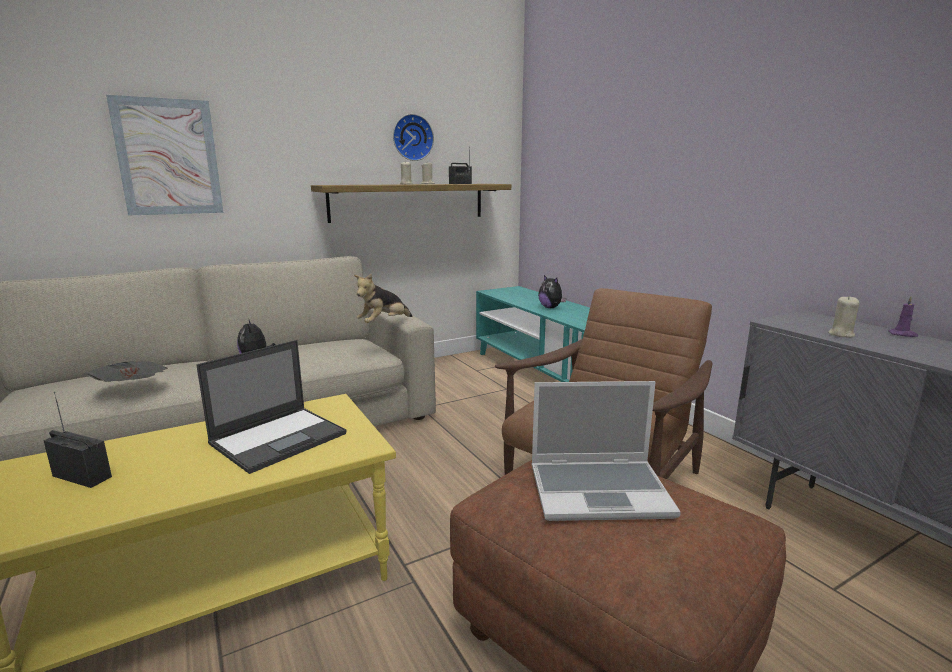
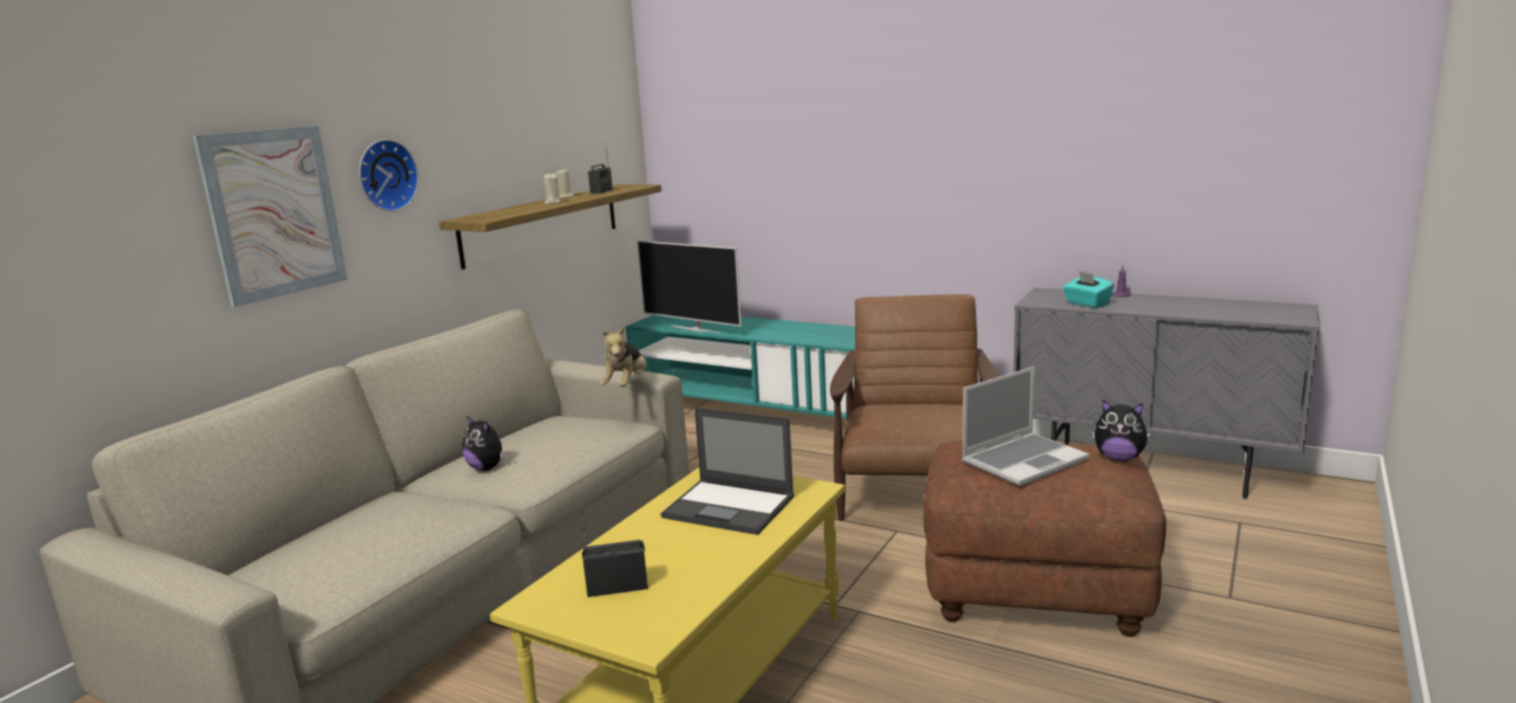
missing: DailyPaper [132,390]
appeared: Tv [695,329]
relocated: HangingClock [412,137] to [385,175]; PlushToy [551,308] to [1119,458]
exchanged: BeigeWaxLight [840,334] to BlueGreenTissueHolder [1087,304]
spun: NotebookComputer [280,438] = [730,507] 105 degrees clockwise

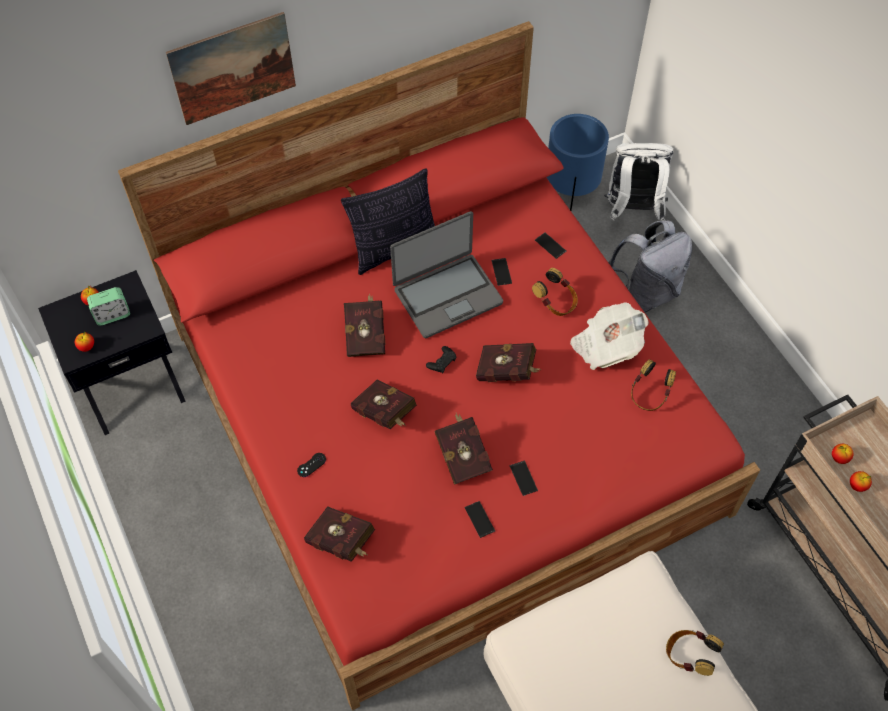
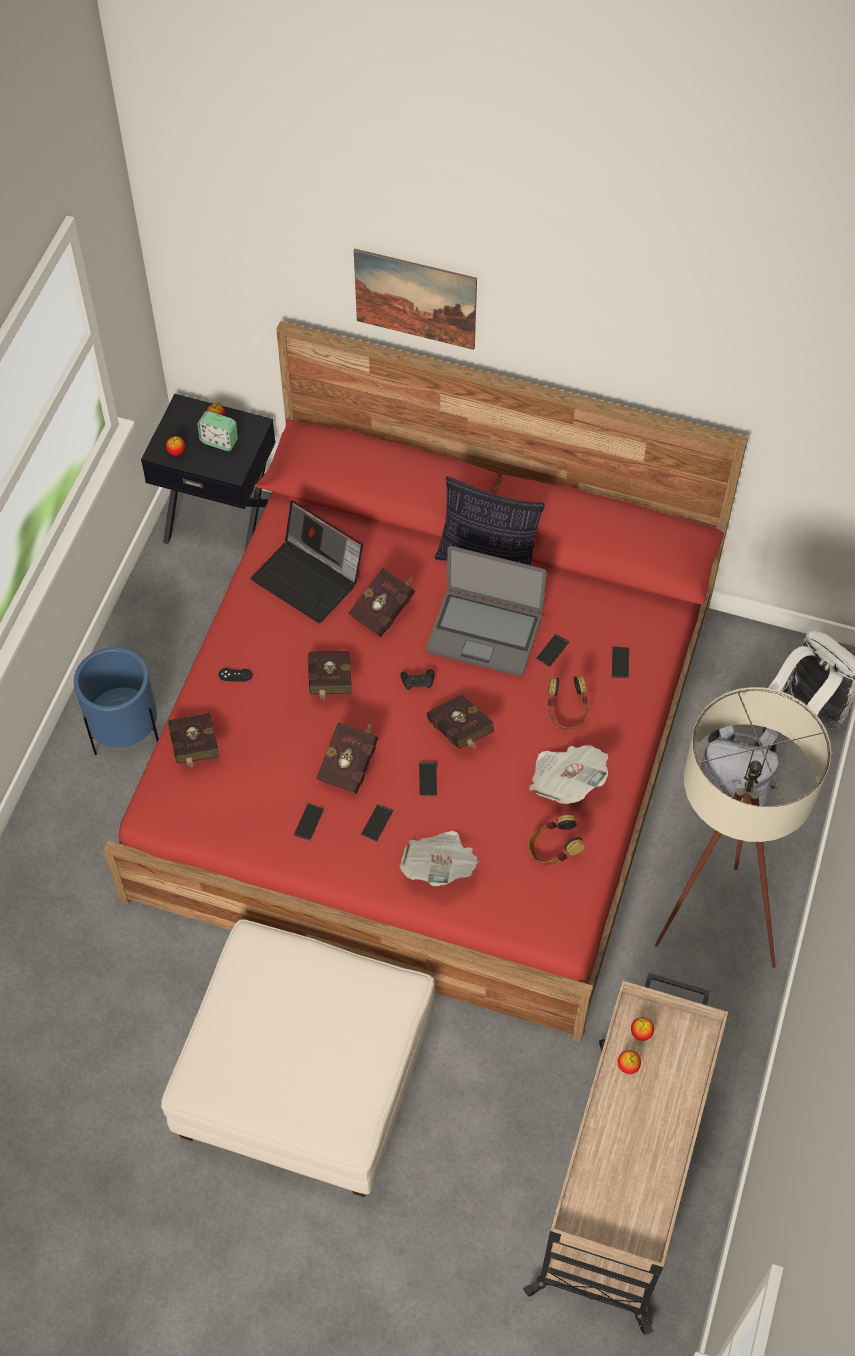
missing: PairOfHeadphones [688,656]
appeared: NotebookComputer [309,579]; DailyPaper [439,867]; Handset [428,779]; BeigeFloorLamp [707,929]
relocated: BlueFlowerPot [571,192] to [125,734]

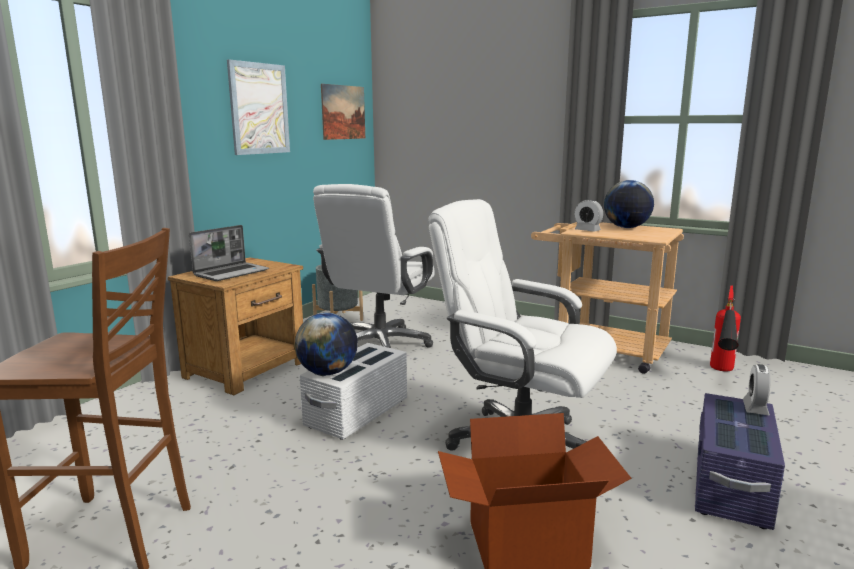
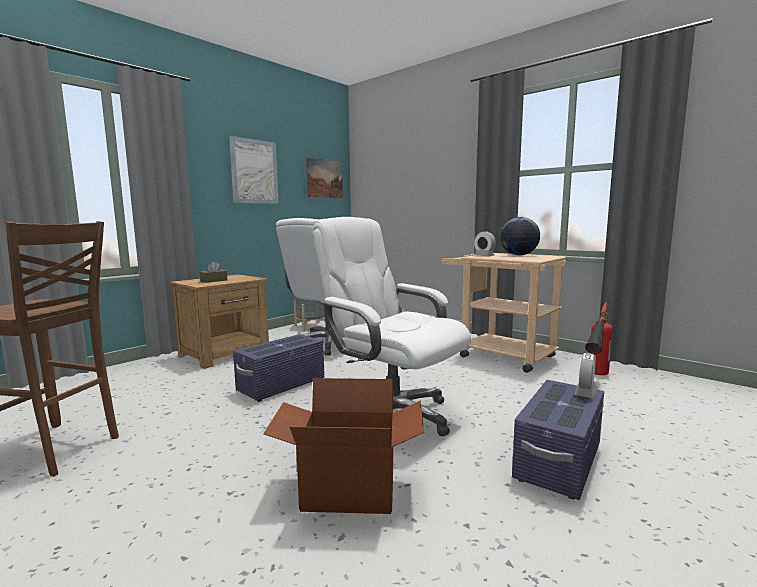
missing: Globe [328,372]
exchanged: NotebookComputer [232,273] to BrownTissueHolder [214,281]
colour: WhitishStorageBin [356,413] to PurpleStorageBin [281,385]

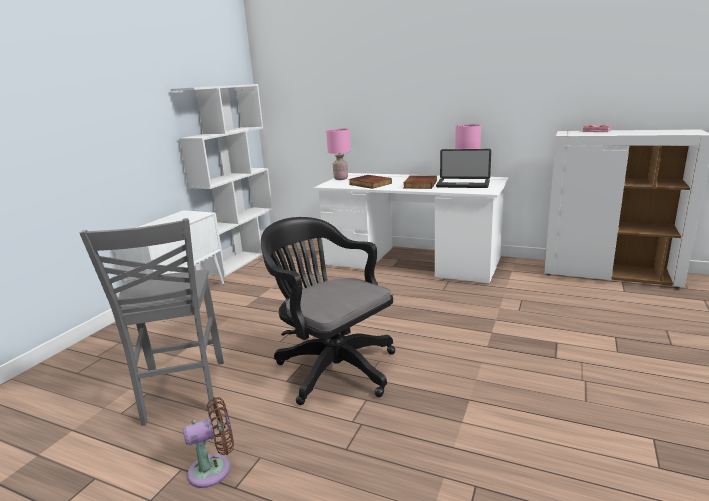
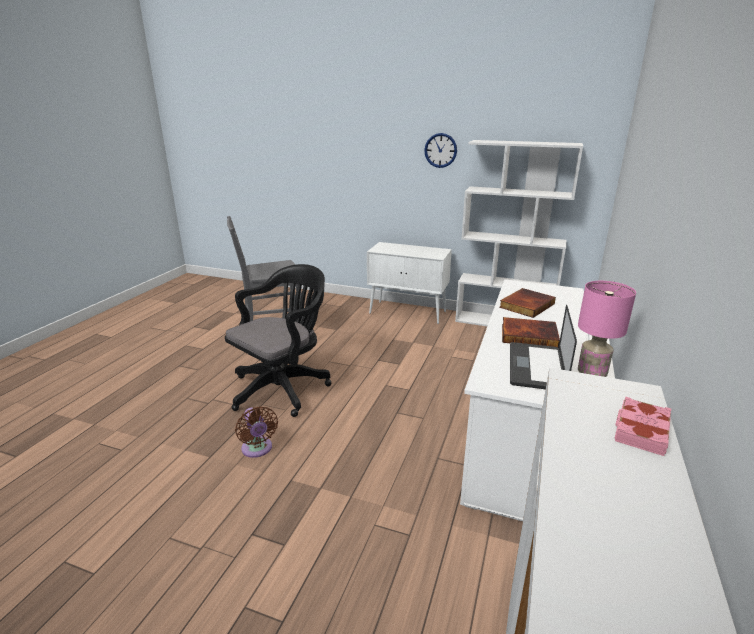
missing: PinkLampForATable [340,179]
appeared: HangingClock [440,150]
relocated: BrownElectricFan [214,469] to [257,449]

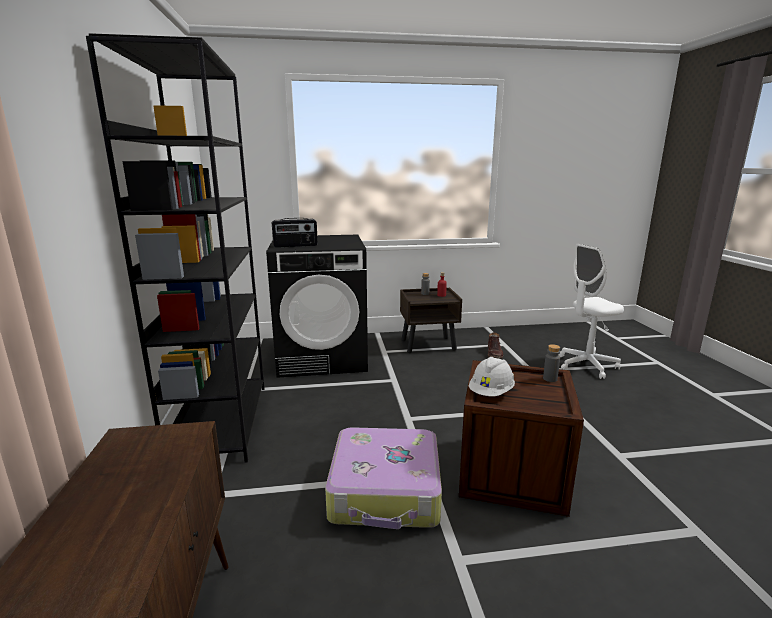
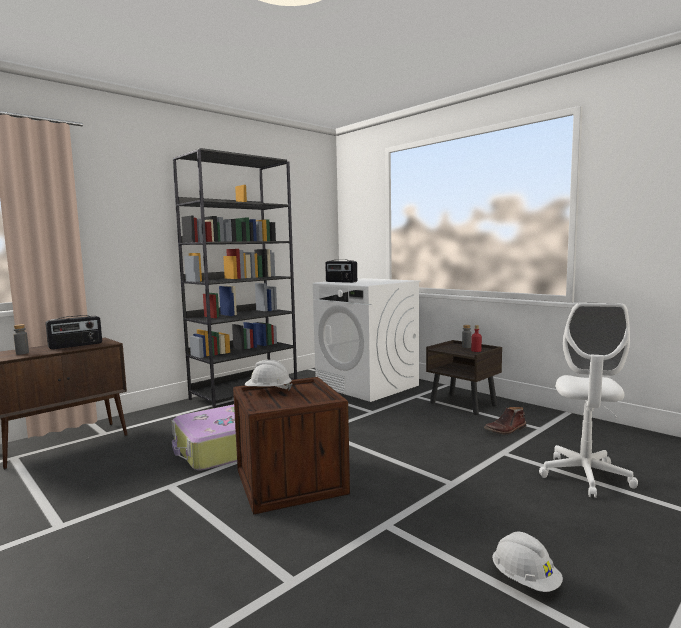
appeared: RadioSet [76,345]; WhitishWorkHelmet [525,580]
relocated: GrayBottle [550,379] to [22,353]
colour: BlackColouredWashingMachine [323,357] to WhitishWashingMachine [367,385]
spun: WhitishComputerChair [586,366] = [585,476] 105 degrees counterclockwise

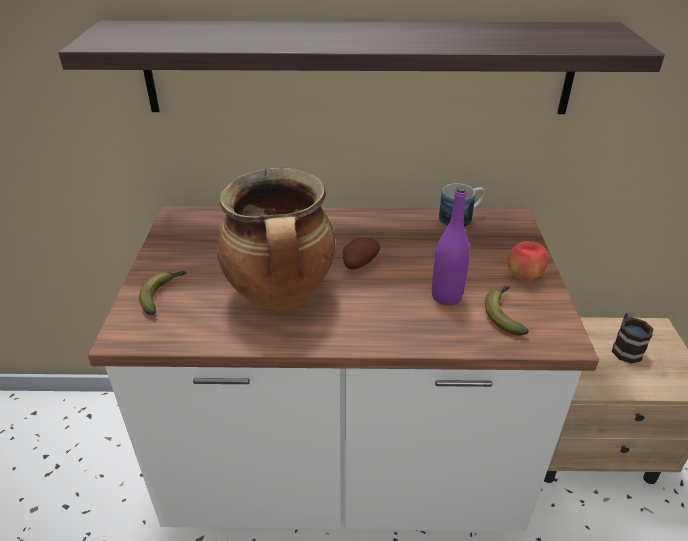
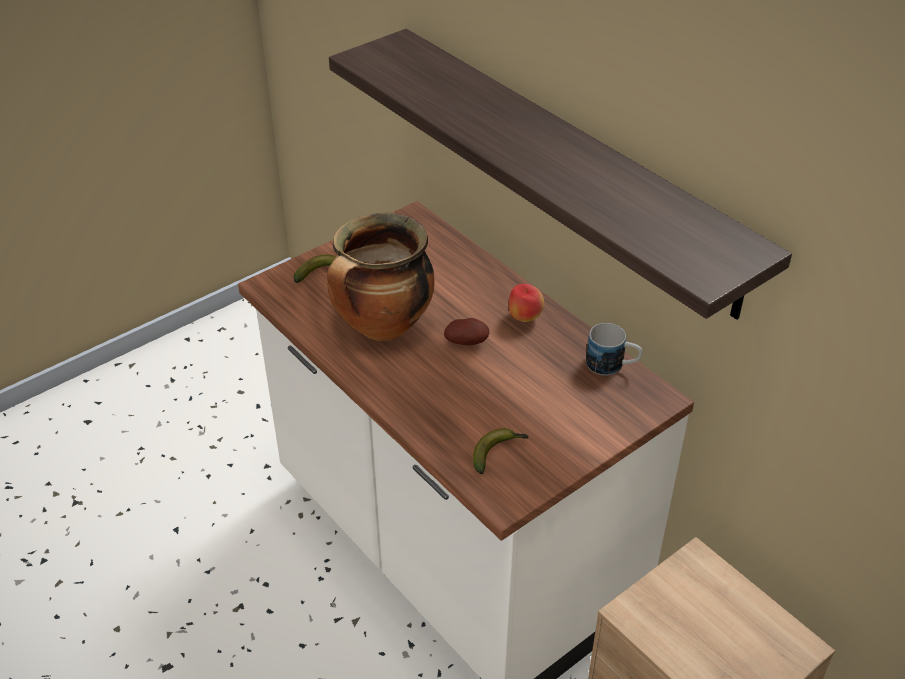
missing: PurpleBottle [446,296]; TeaMug [625,347]
relocated: WholeApple [523,277] to [524,317]

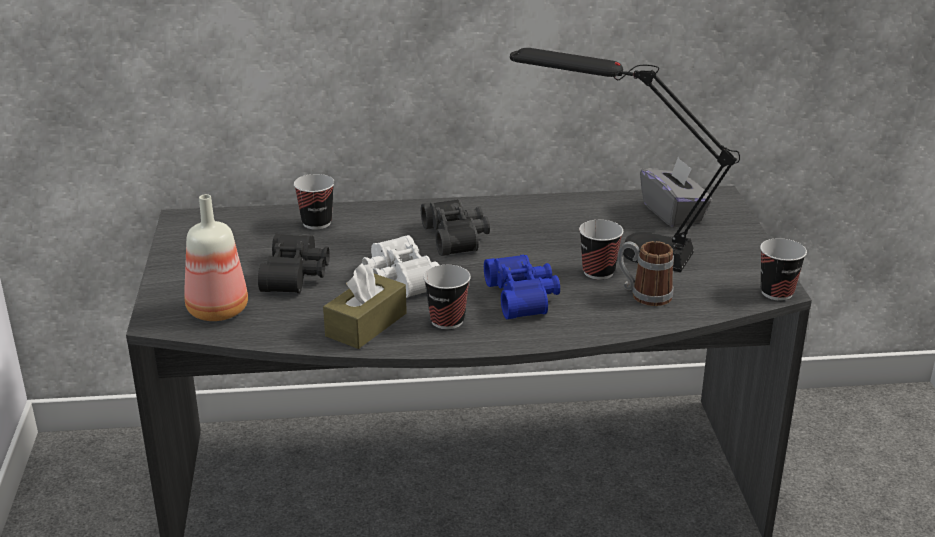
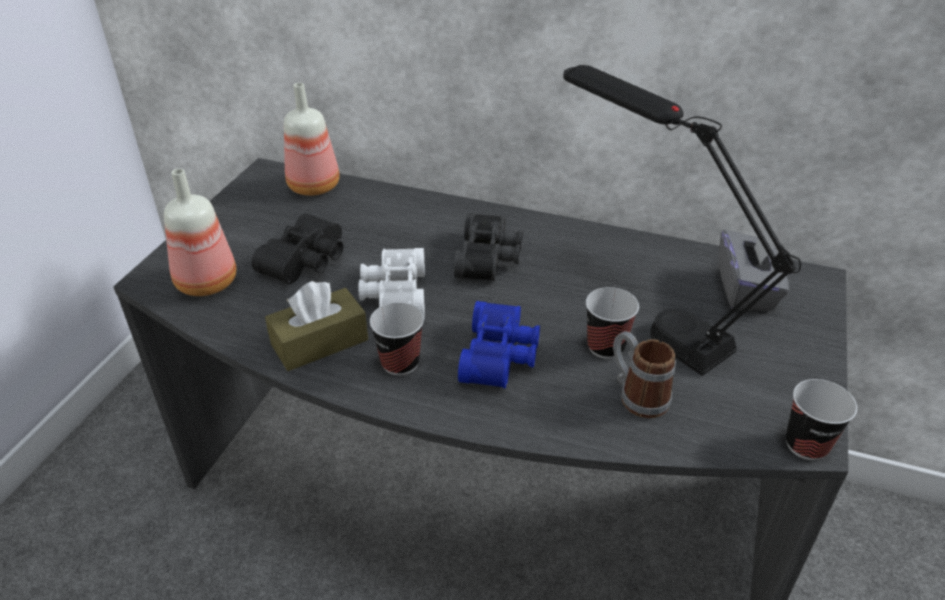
missing: SmallCup [316,223]
appeared: Bottle [314,185]

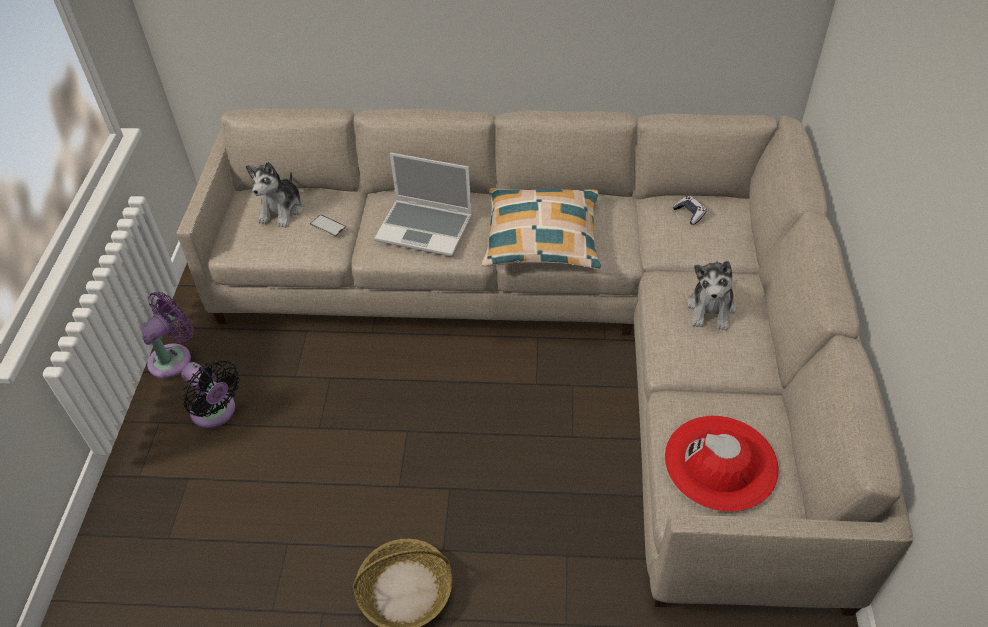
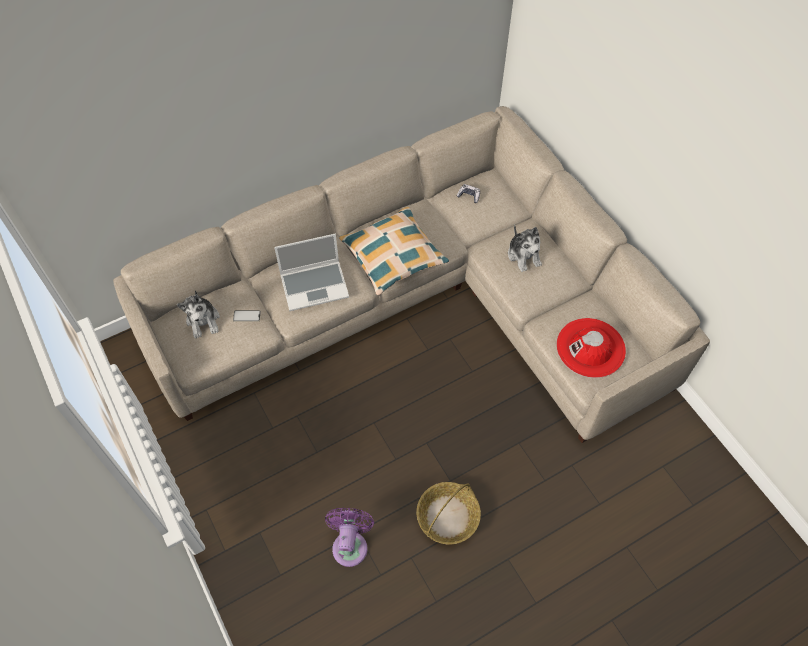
missing: BlackColouredElectricFan [216,413]
relocated: PurpleElectricFan [173,358] to [350,544]

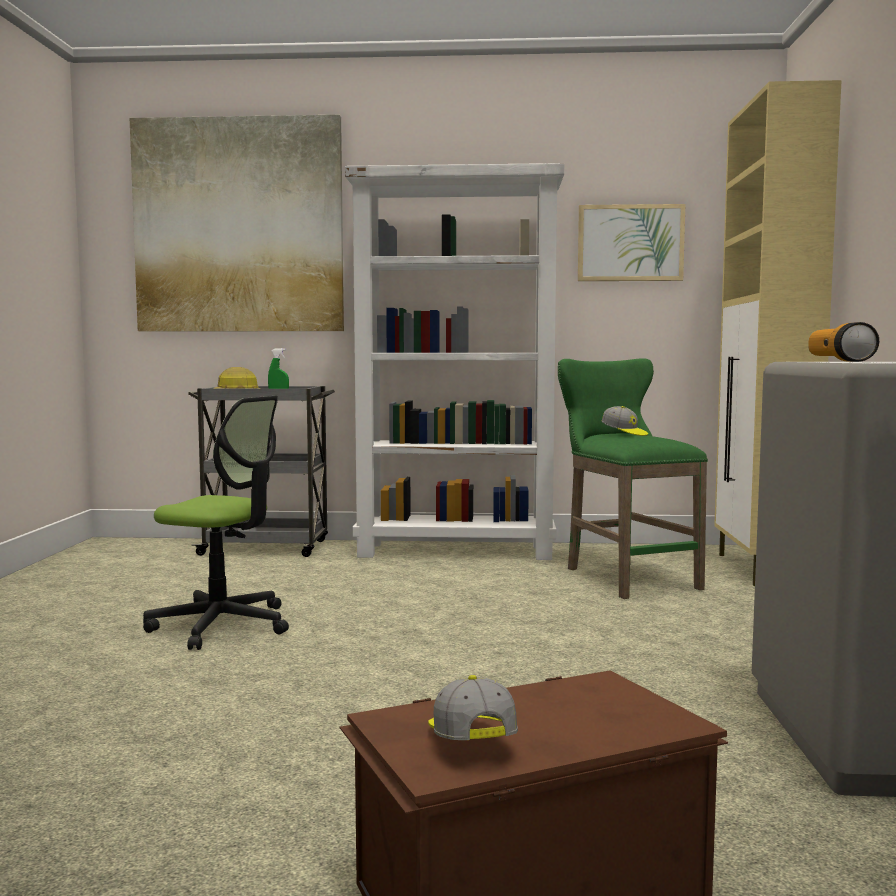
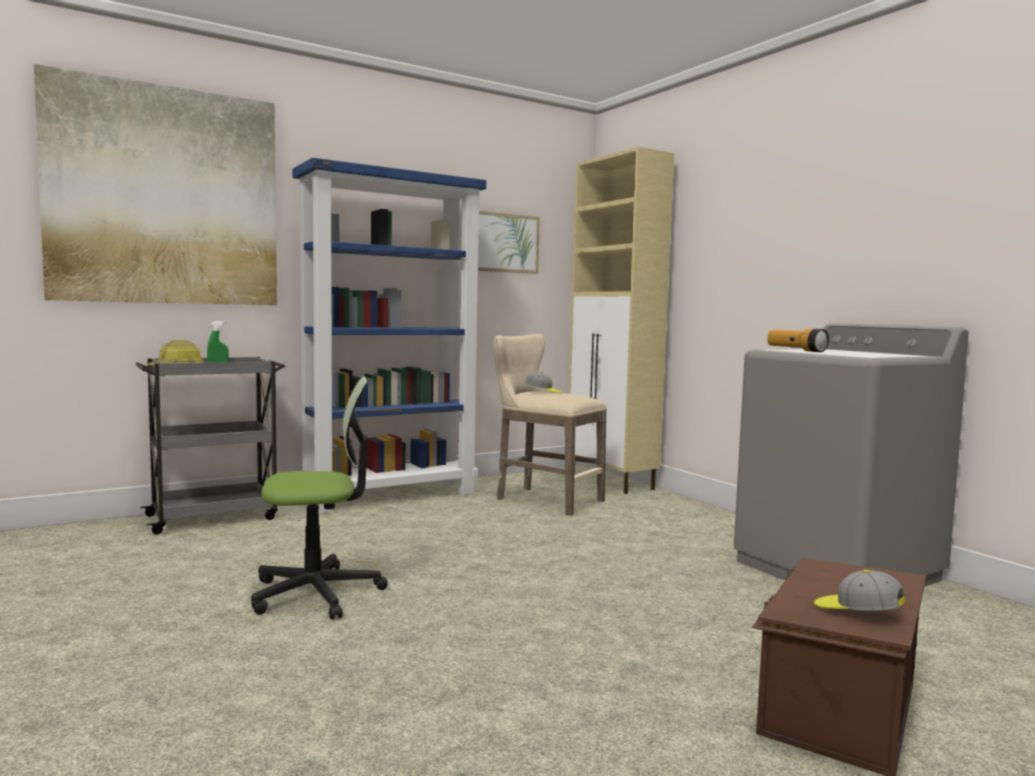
colour: WhitishShelvingUnit [457,551] to BlueShelvingUnit [391,496]; GreenColouredStoolSeat [625,577] to BeigeStoolSeat [543,499]

